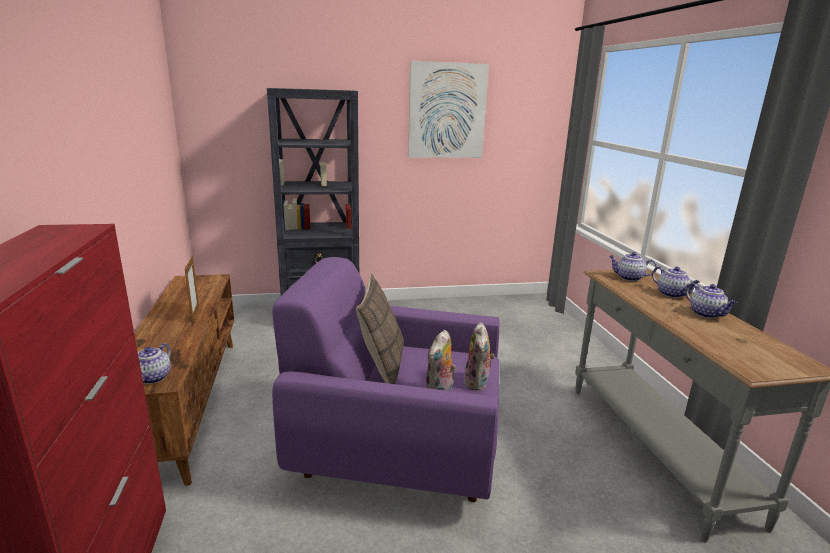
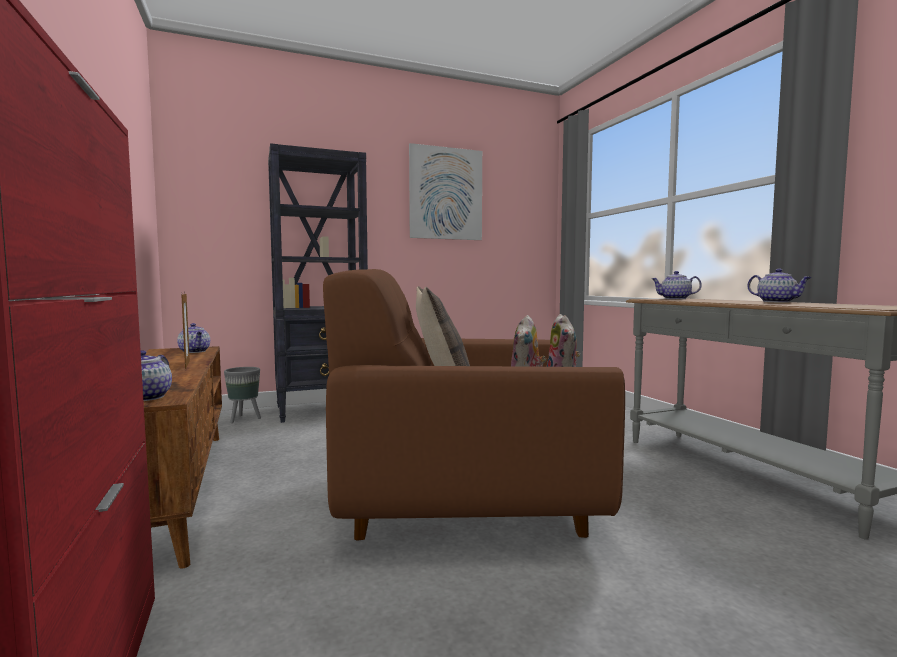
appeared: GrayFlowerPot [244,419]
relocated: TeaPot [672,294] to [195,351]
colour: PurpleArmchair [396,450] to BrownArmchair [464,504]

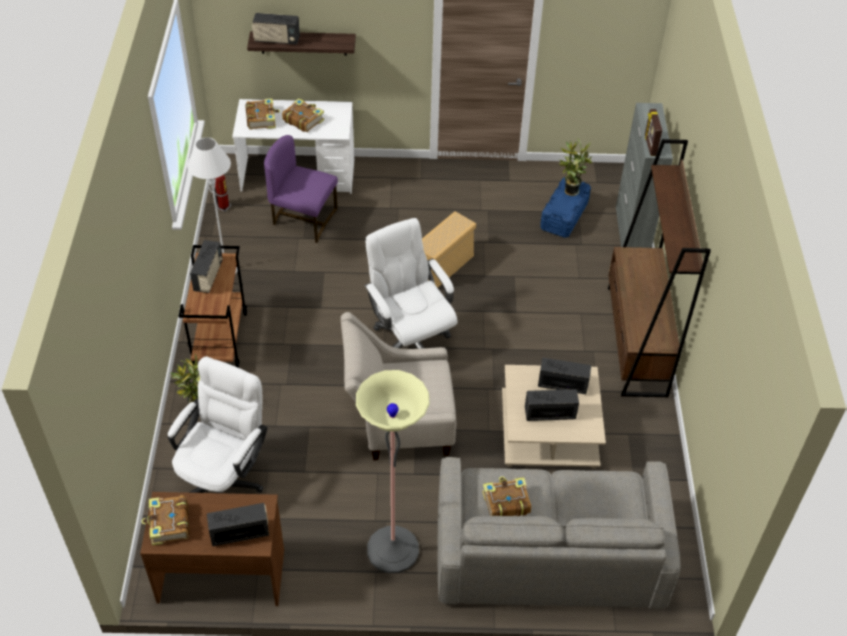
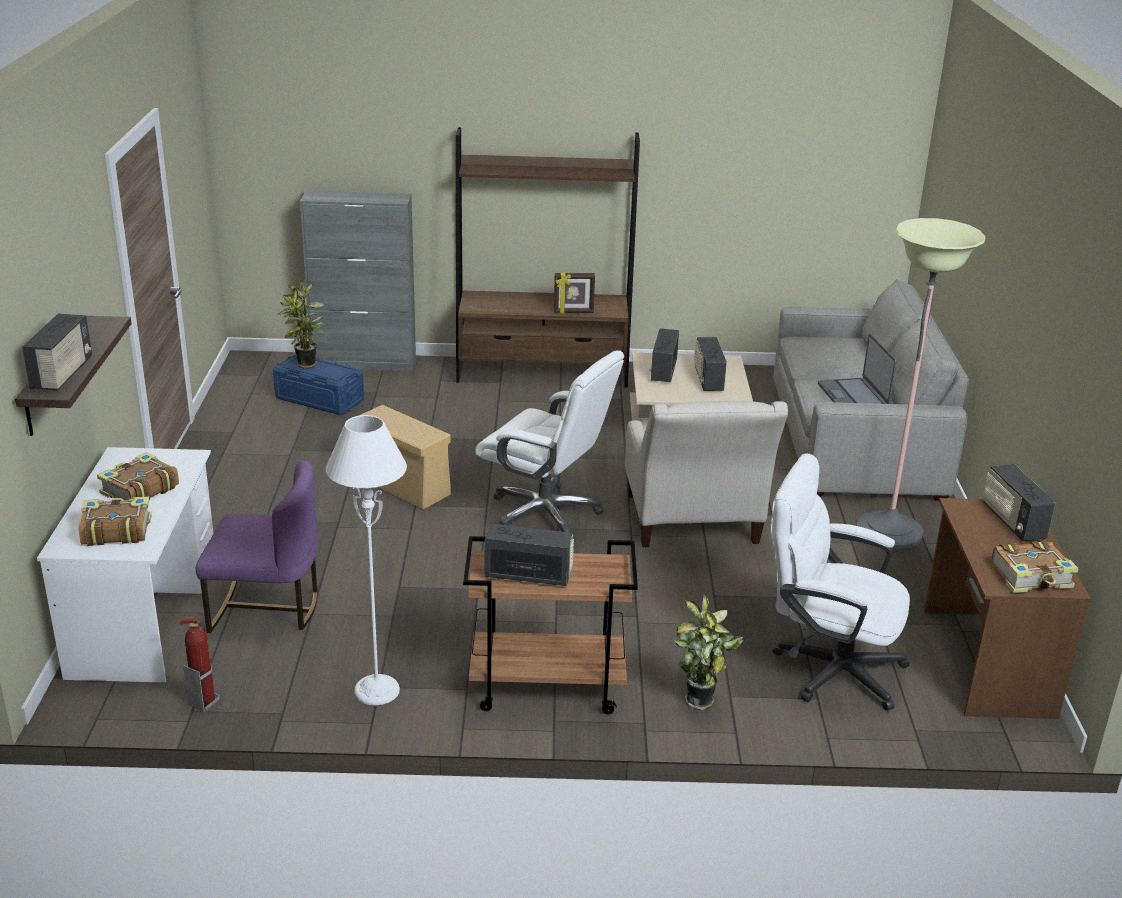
relocated: PictureFrame [650,145] to [573,312]
exchanged: Book [505,502] to NotebookComputer [853,396]
spun: PurplePlainChair [303,219] = [266,609] 105 degrees counterclockwise; WhitishComputerChair [410,340] = [546,514] 120 degrees counterclockwise

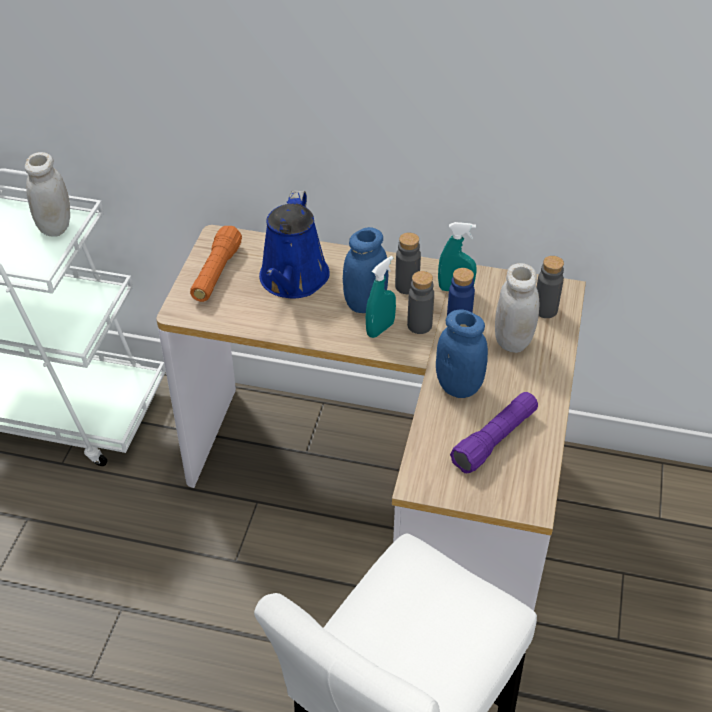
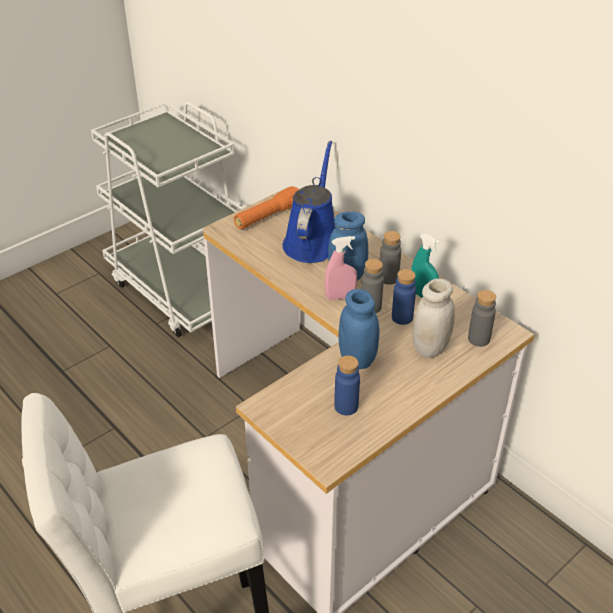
missing: WhitishStorageJar [55,227]
exchanged: PurpleTorch [495,440] to BlueBottle [346,406]
colour: BlueGreenSprayBottle [380,329] to PinkSprayBottle [340,297]
spun: BlueWateringPot [293,281] = [312,241] 150 degrees clockwise

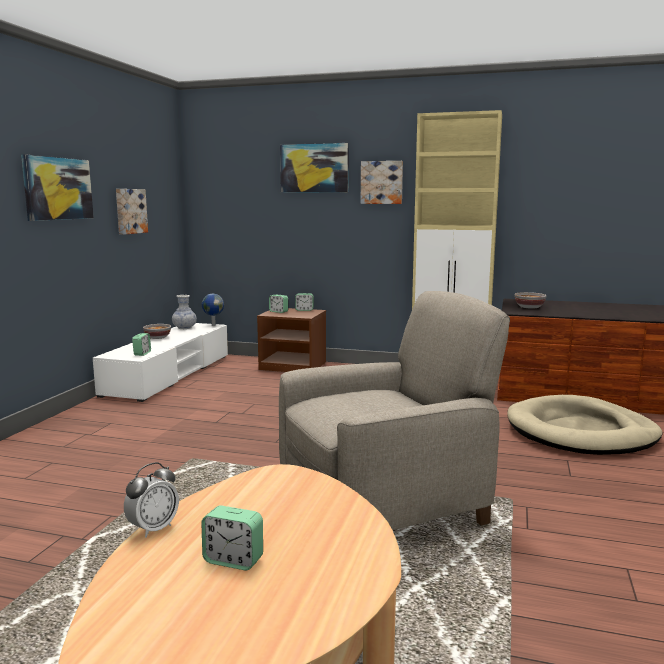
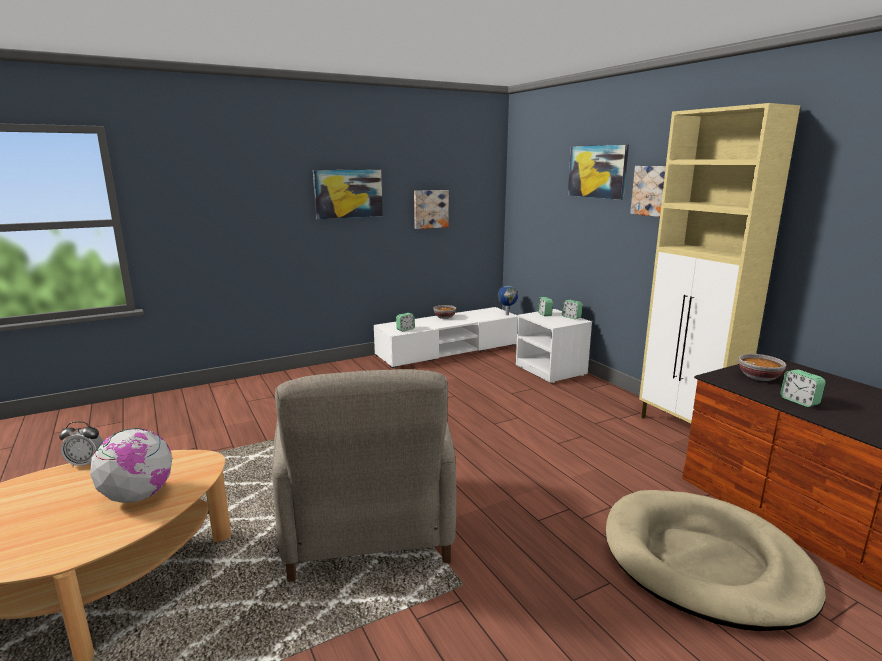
missing: Vase [184,328]
appeared: Globe [138,496]
relocated: TableClock [233,560] to [799,401]
colour: BrownNightstand [294,366] to WhitishNightstand [551,370]
spun: BeigeArmchair [385,504] = [367,526] 60 degrees clockwise

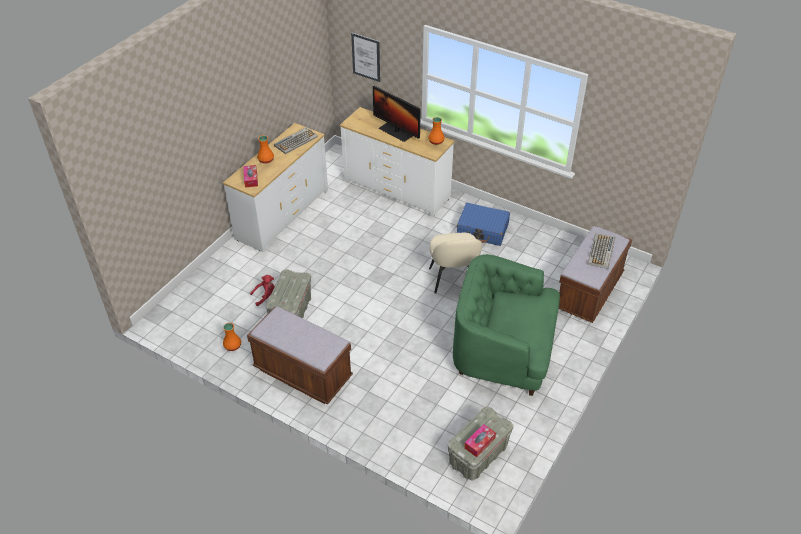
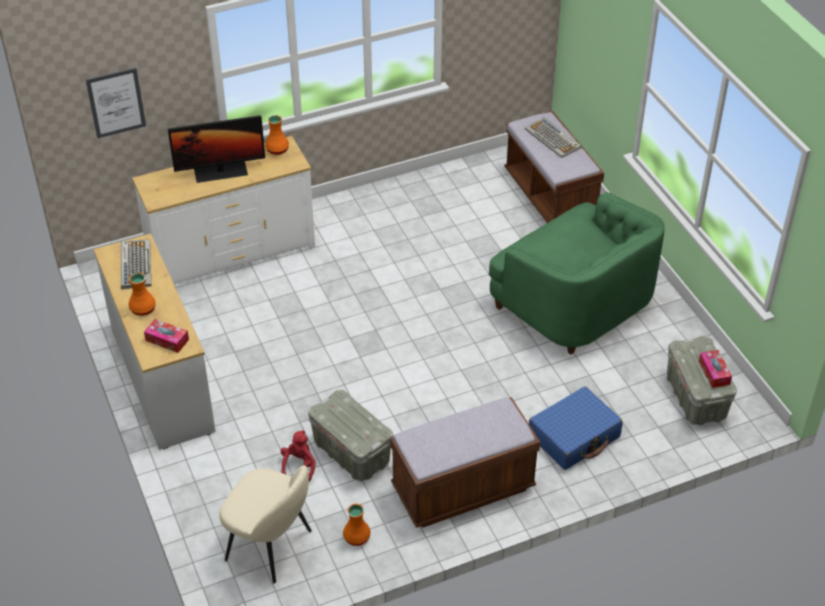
relocated: BeigePlainChair [453,280] to [271,546]; BluePieceOfLuggage [482,230] to [574,436]
spun: GreenColouredArmchair [503,351] = [574,303] 90 degrees counterclockwise

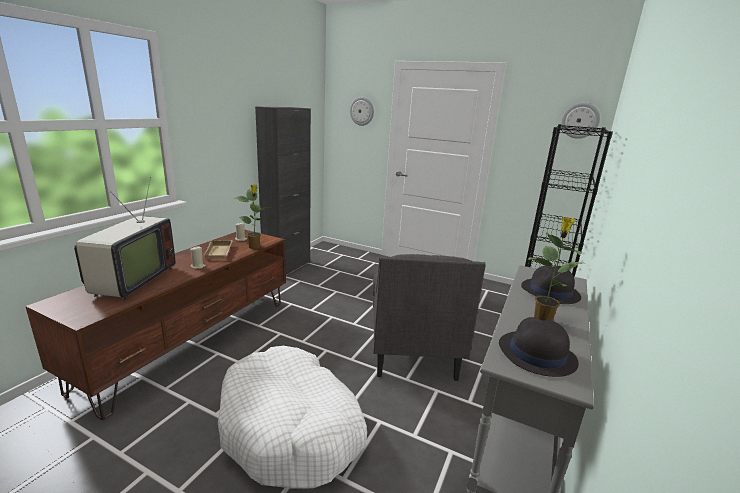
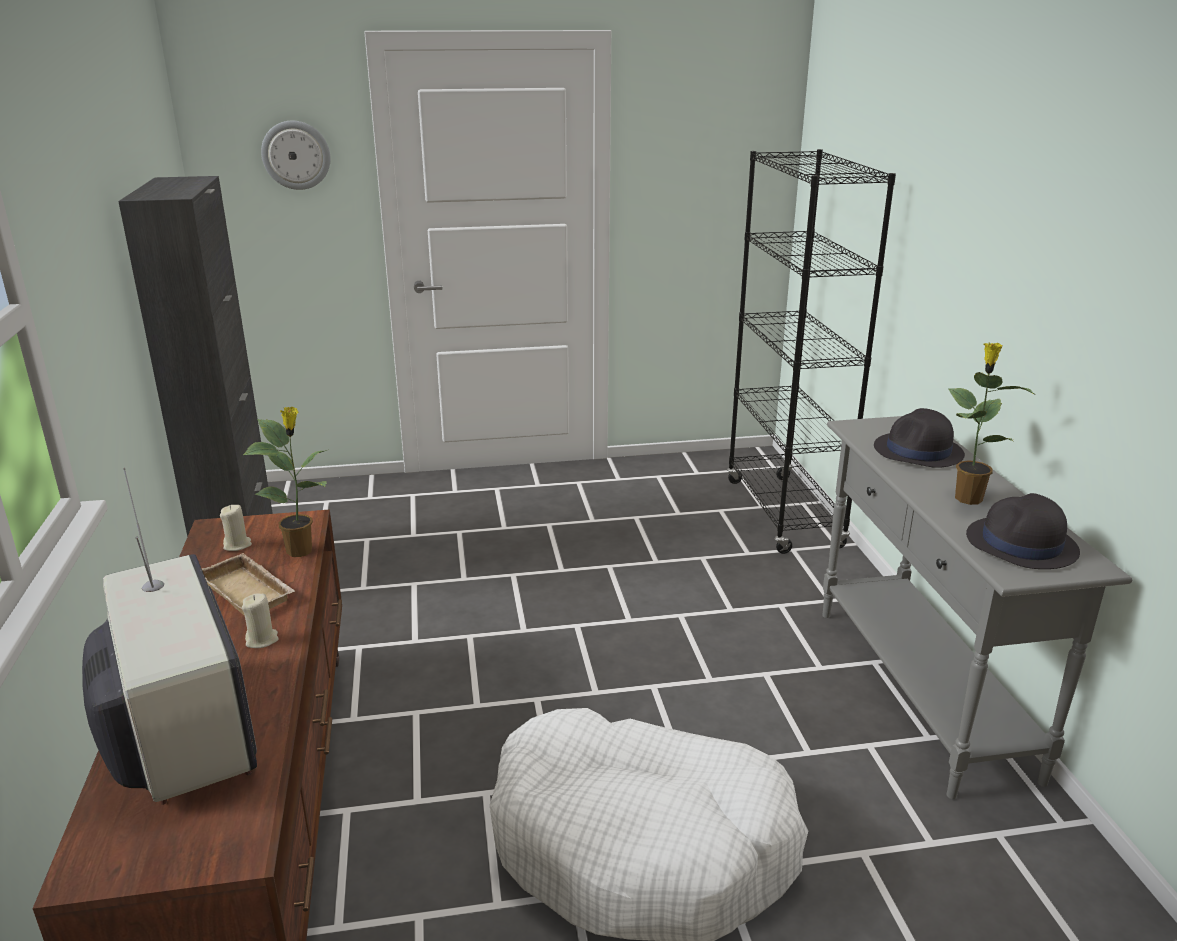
missing: GrayArmchair [412,348]; HangingClock [580,120]

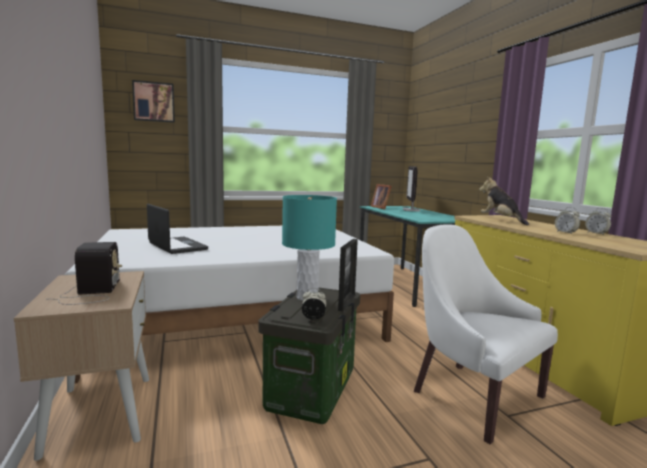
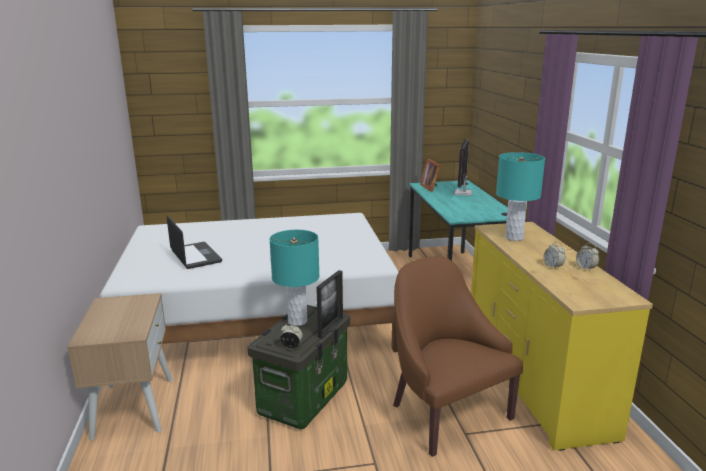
missing: RadioSet [91,292]; Picture [154,102]
exchanged: PlushToy [501,220] to BlueGreenLampForATable [514,238]
colour: WhitishArmchair [473,395] to BrownArmchair [446,412]

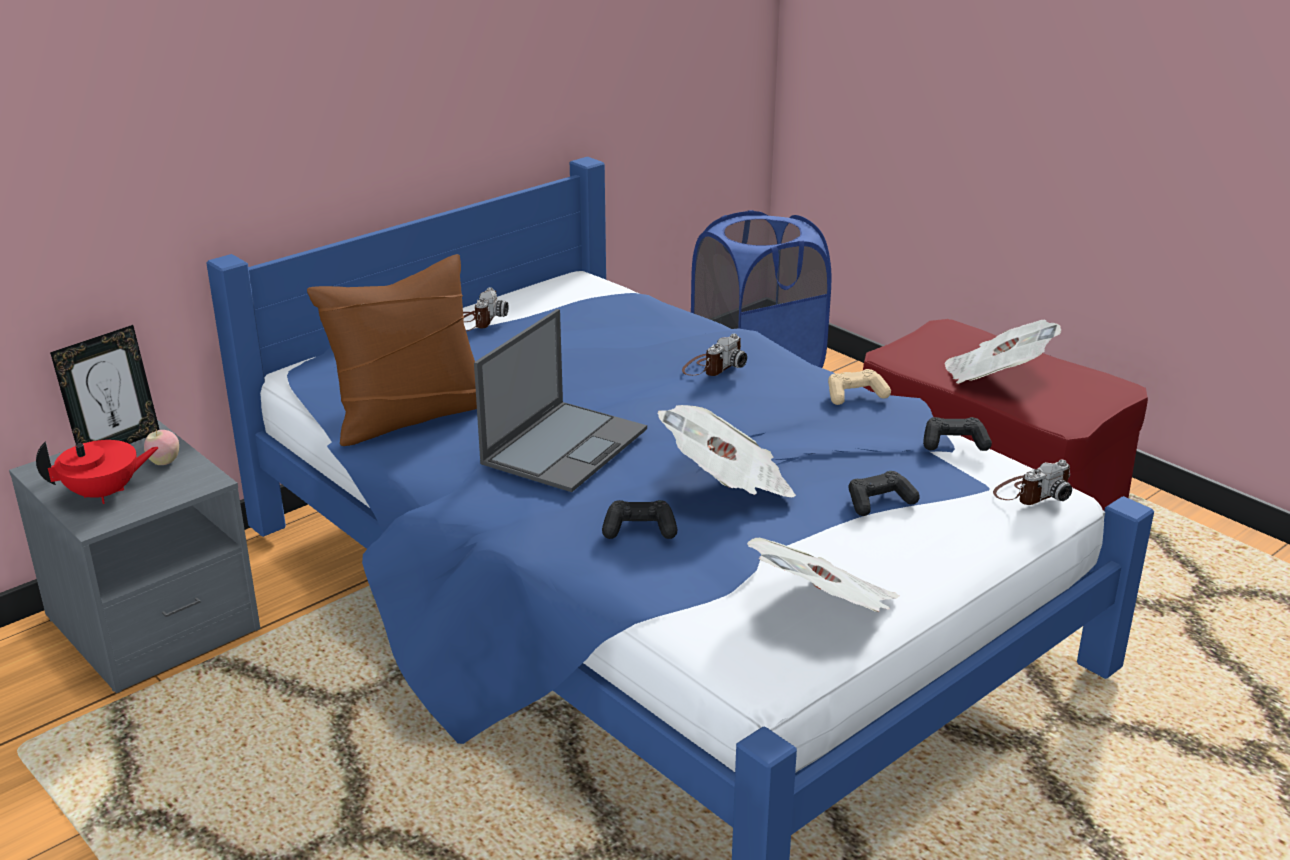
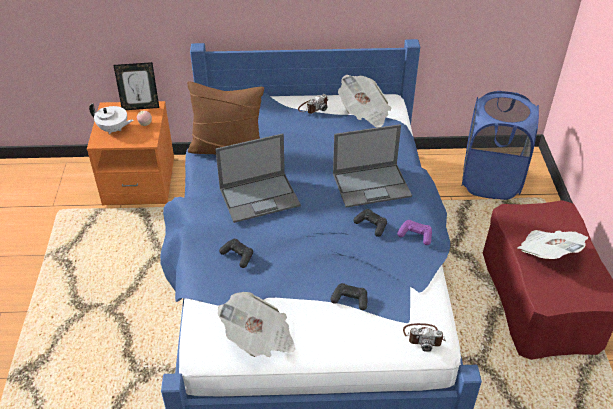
relocated: DailyPaper [727,484] to [364,113]; BlackColouredJoypad [954,443] to [371,225]
exchanged: PhotoCamera [712,366] to NotebookComputer [372,185]
colour: GrayNightstand [152,624] to OrangeColouredNightstand [139,181]; RedTeaPot [104,493] to WhitishTeaPot [114,129]; BeigeJoypad [855,395] to PurpleJoypad [415,235]

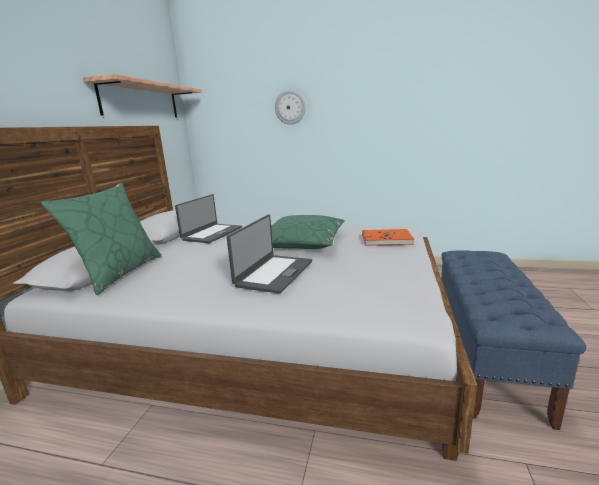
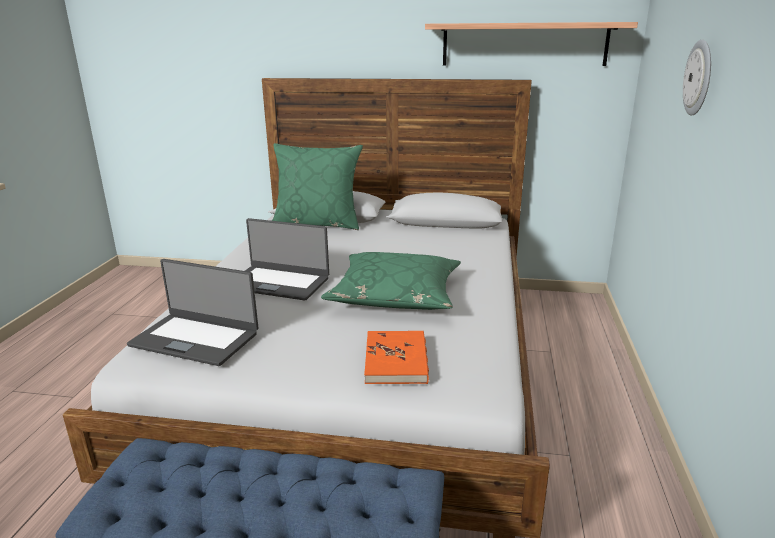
relocated: NotebookComputer [212,233] to [195,338]

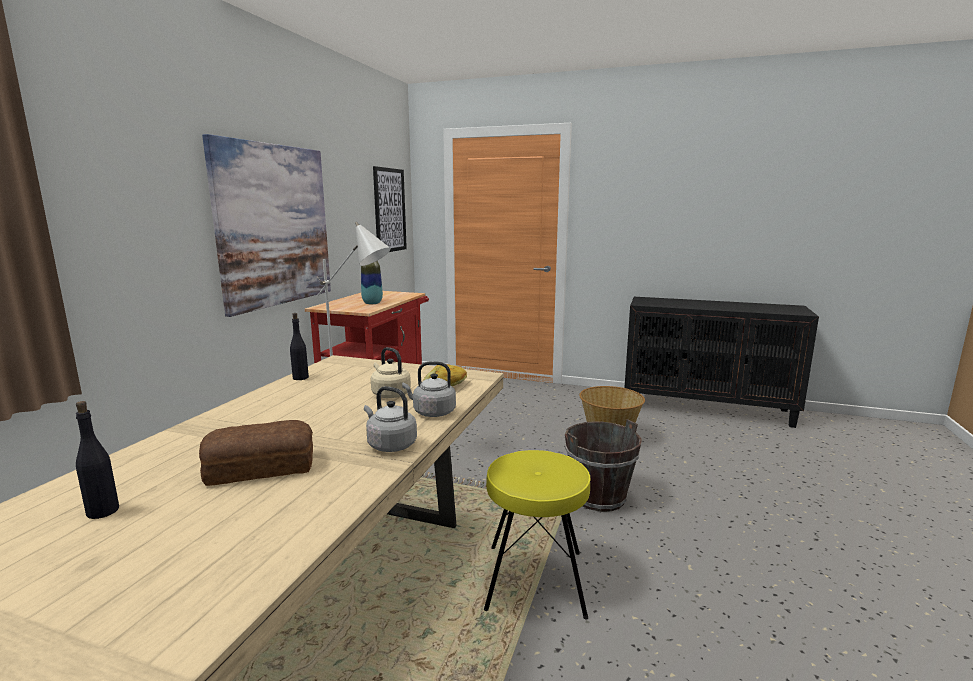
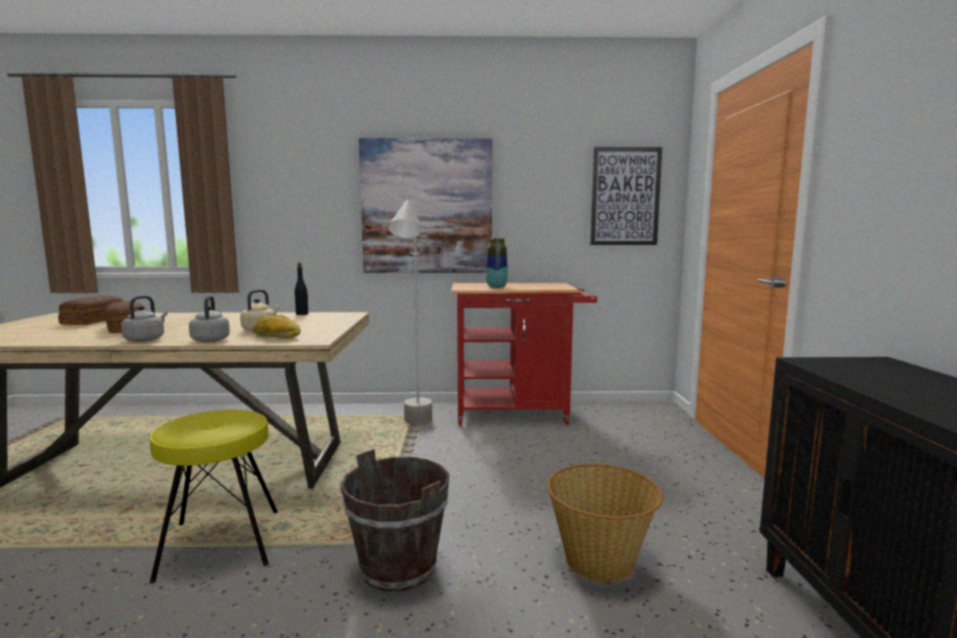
exchanged: BlackColouredBottle [102,511] to Bread [93,320]

